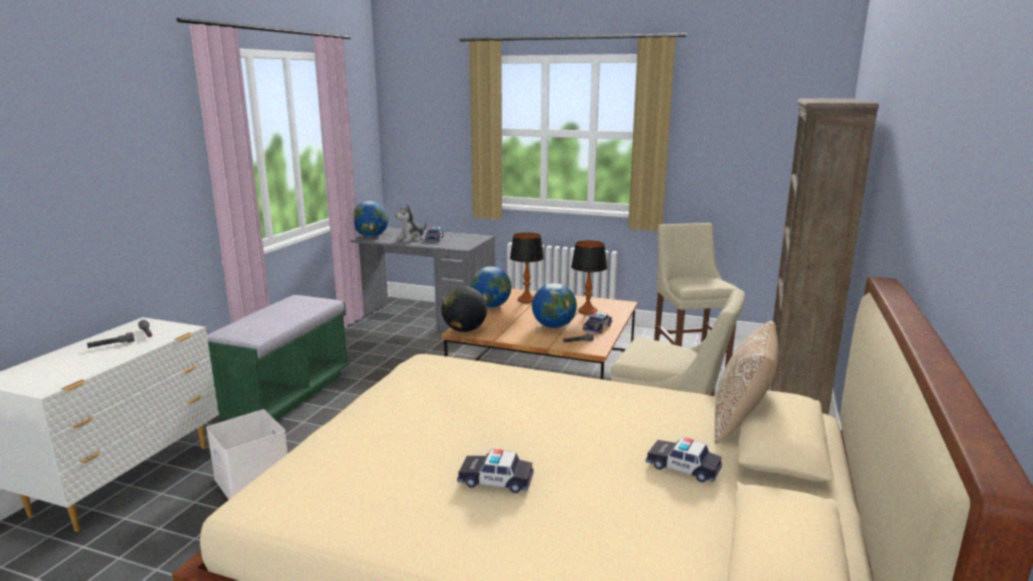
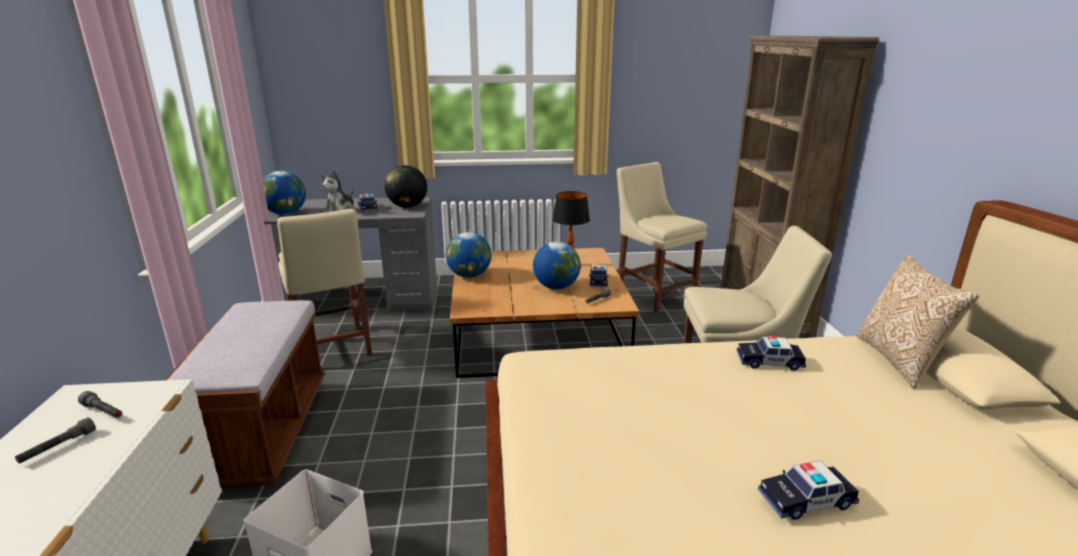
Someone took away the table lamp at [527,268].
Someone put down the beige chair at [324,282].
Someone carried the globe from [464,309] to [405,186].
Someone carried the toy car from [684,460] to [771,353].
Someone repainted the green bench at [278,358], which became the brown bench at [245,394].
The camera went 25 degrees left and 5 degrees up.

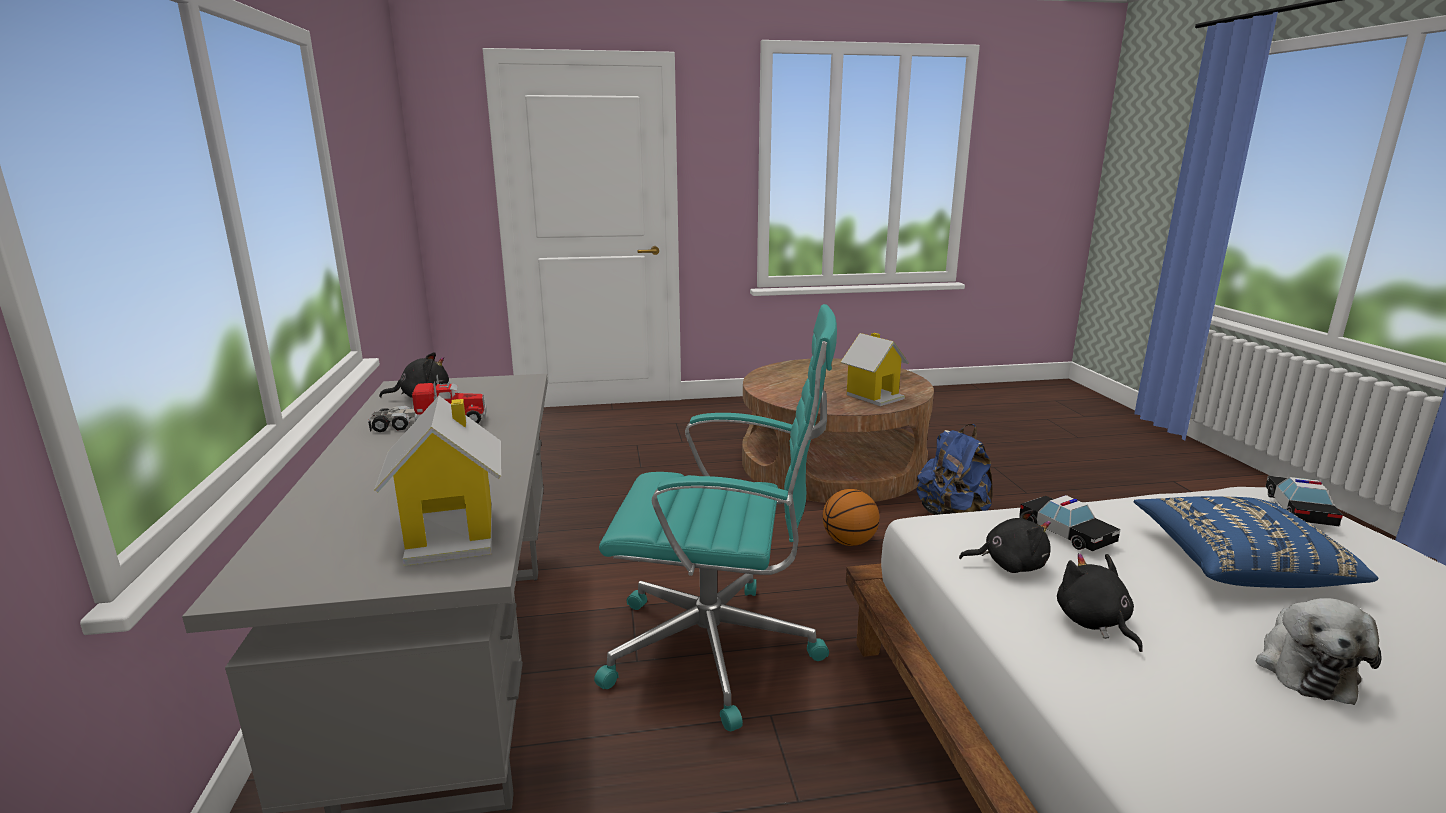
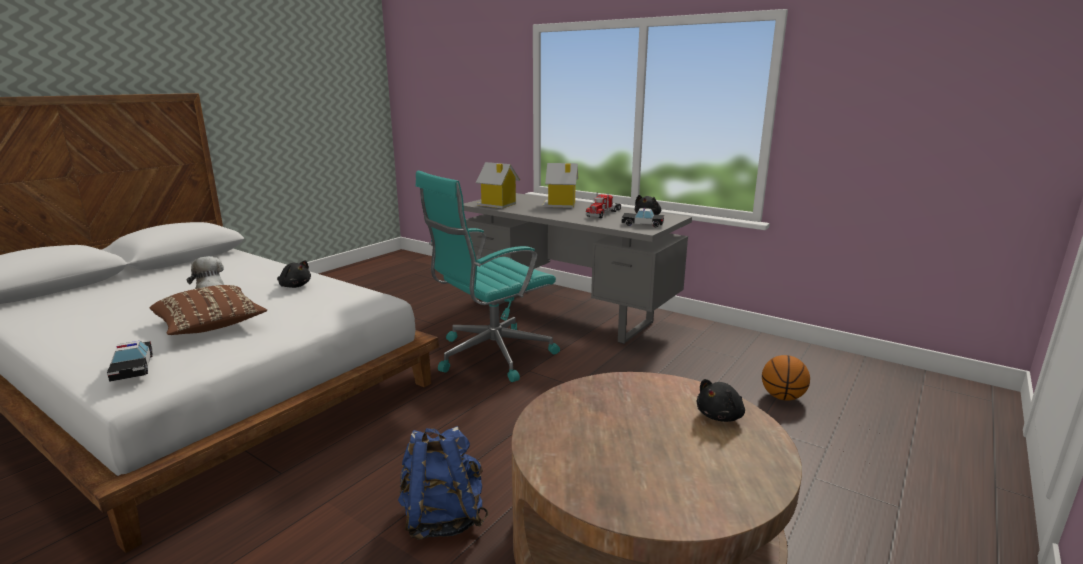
Someone carried the basketball from [851,517] to [786,378].
Someone carried the toy house from [875,369] to [560,185].
Someone carried the black plush toy from [1005,541] to [721,400].
Someone carried the toy car from [1069,523] to [643,217].
Someone repainted the blue pillow at [1256,542], which became the brown pillow at [208,310].
The camera went 135 degrees right and 0 degrees up.

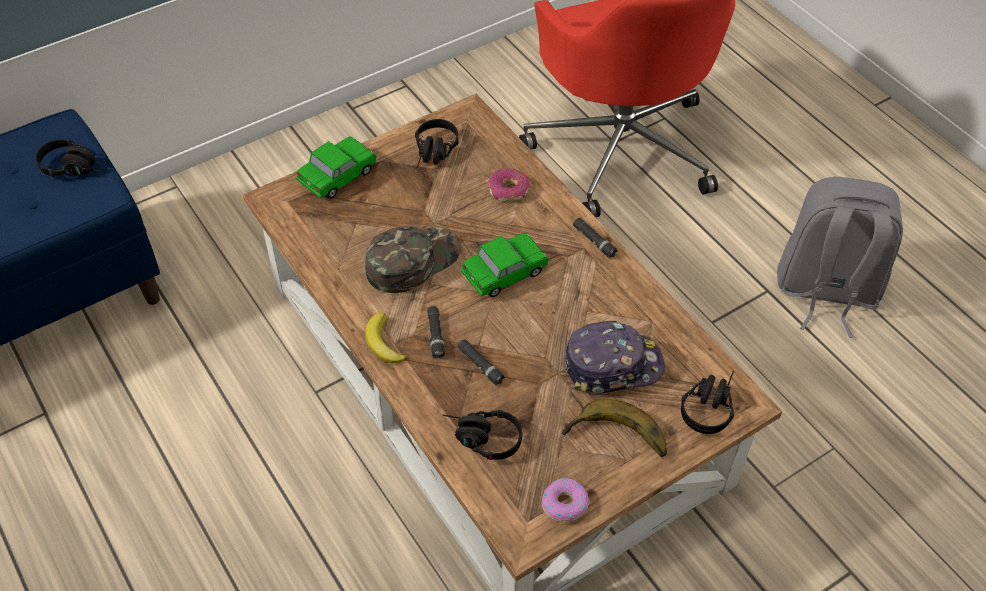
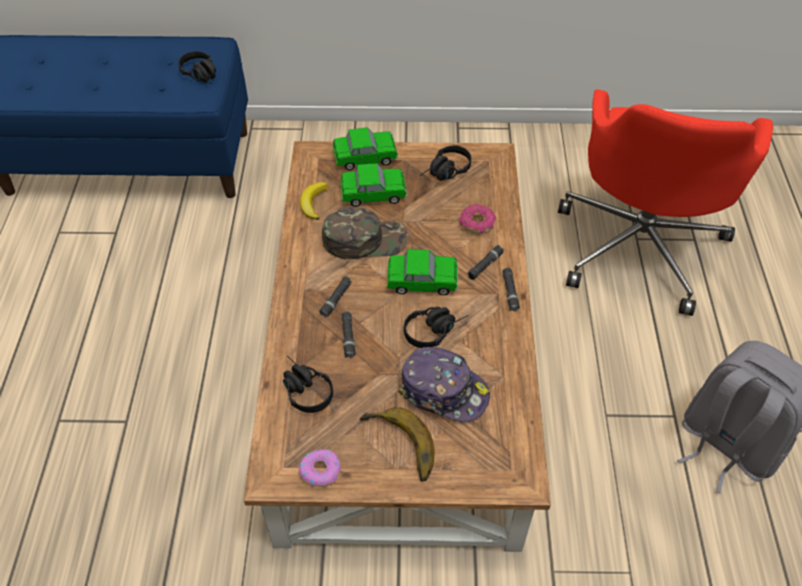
Someone put down the toy car at [373,185].
Someone put down the black flashlight at [485,262].
Someone carried the banana from [386,337] to [314,201].
Someone carried the black headphones from [707,402] to [436,327].
The camera went 35 degrees right and 0 degrees up.

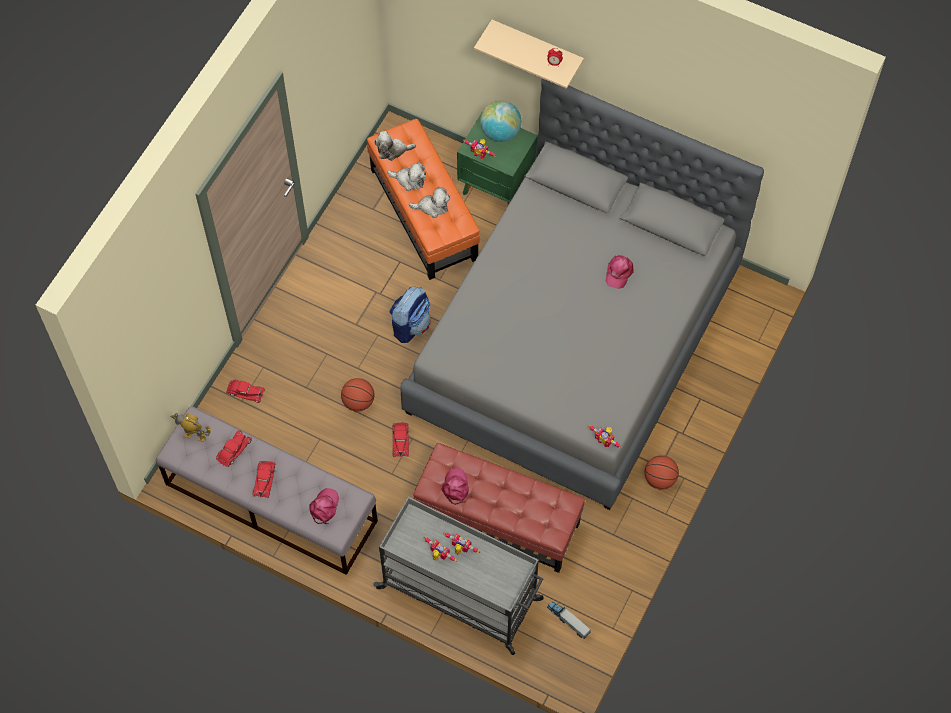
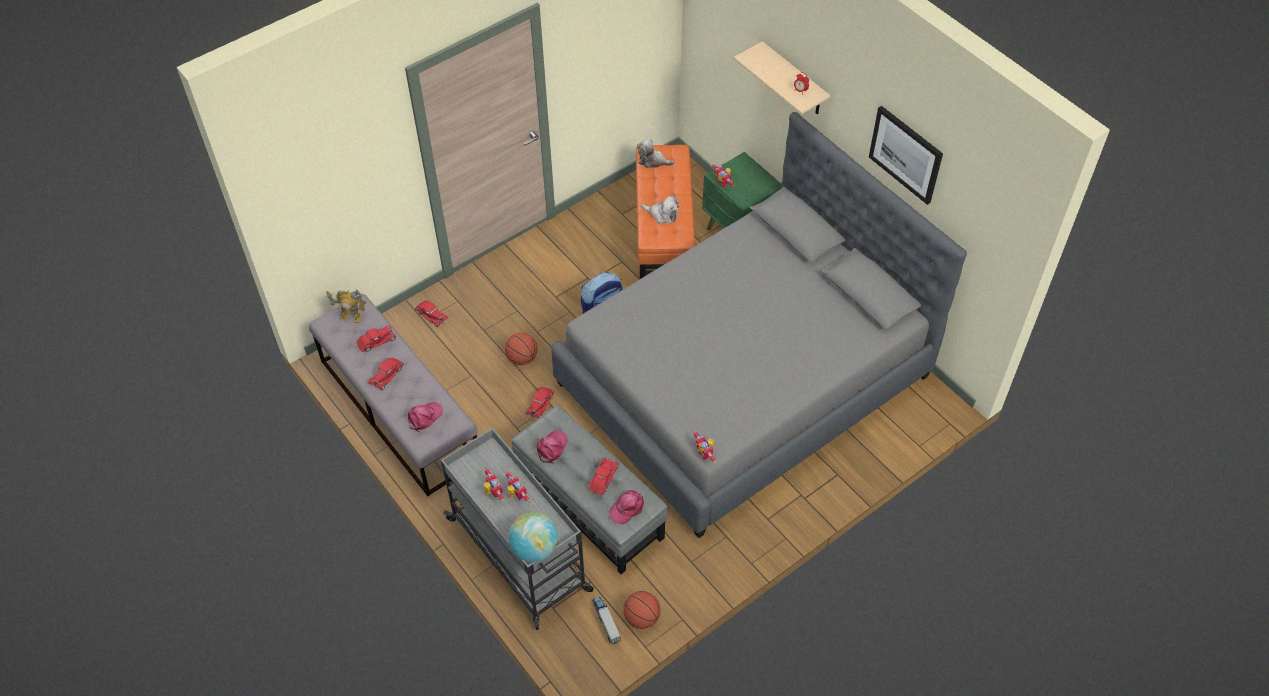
Someone took away the plush toy at [406,176].
Someone put down the red toy car at [603,476].
Someone put up the picture at [906,155].
Someone carried the globe from [500,121] to [533,537].
Someone carried the pink cap from [619,272] to [626,507].
Someone carried the basketball from [662,472] to [642,610].
Someone repainted the red ottoman at [499,508], which became the grey ottoman at [589,489].
Someone rotated the toy robot at [191,427] by 150 degrees clockwise.
The camera went 25 degrees right and 10 degrees down.

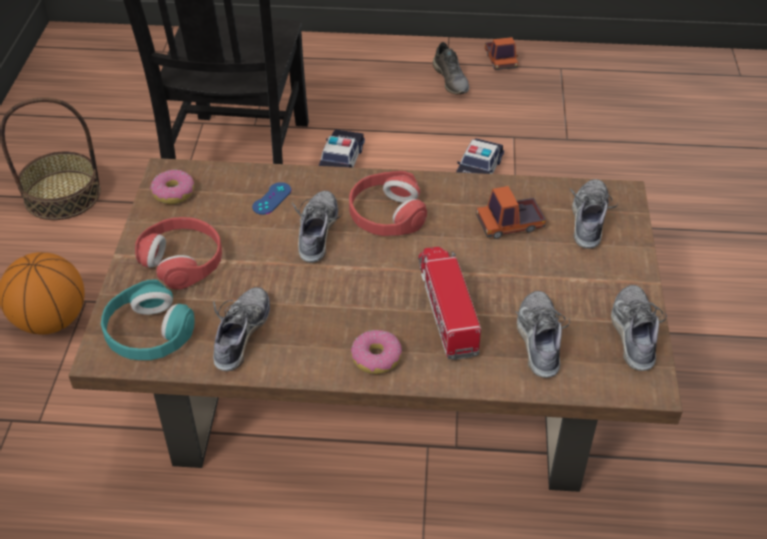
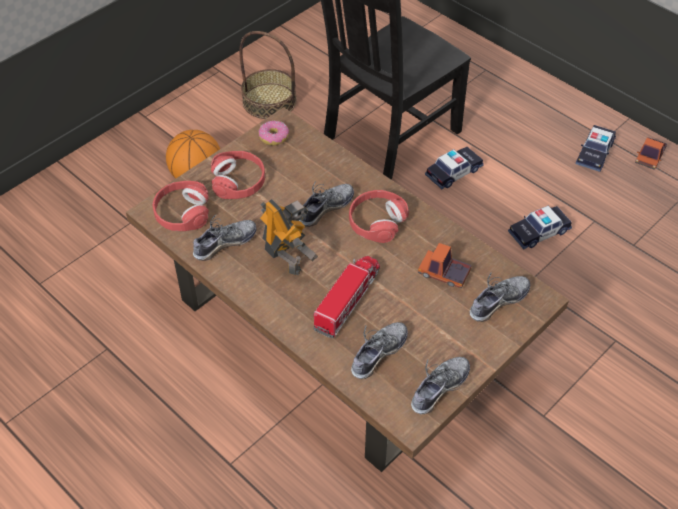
Someone took away the blue game controller at [271,198].
Someone took away the donut at [376,352].
Someone put down the toy robot at [289,237].
Someone swapped the grey shoe at [451,68] for the toy car at [596,148].
Someone repainted the turquoise headphones at [148,319], which became the red headphones at [181,206].
The camera went 40 degrees right and 5 degrees up.

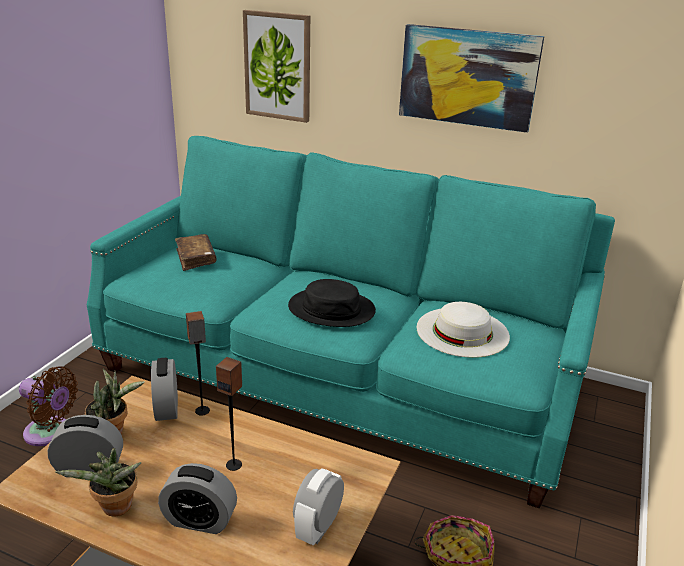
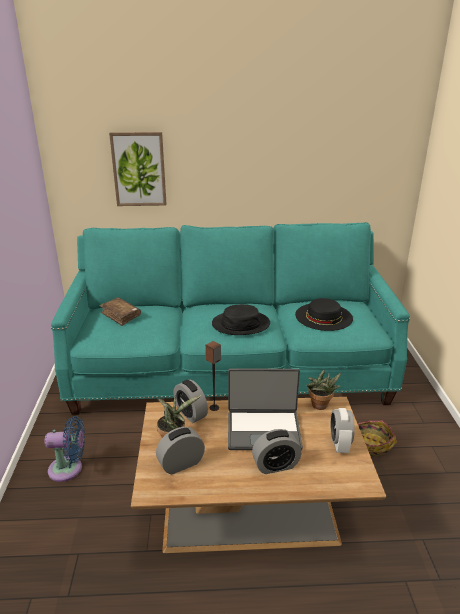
Someone took away the picture at [471,78].
Someone carried the potted plant from [98,482] to [324,390].
Someone swapped the speaker at [229,414] for the laptop at [265,409].
Someone repainted the brown fan at [48,406], which became the blue fan at [64,449].
Someone repainted the white hat at [463,330], which became the black hat at [324,314].
The camera went 25 degrees left and 0 degrees up.

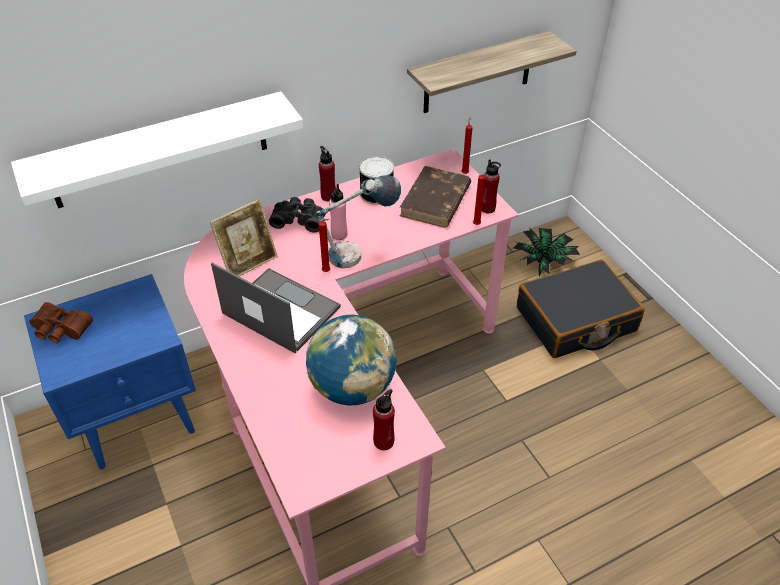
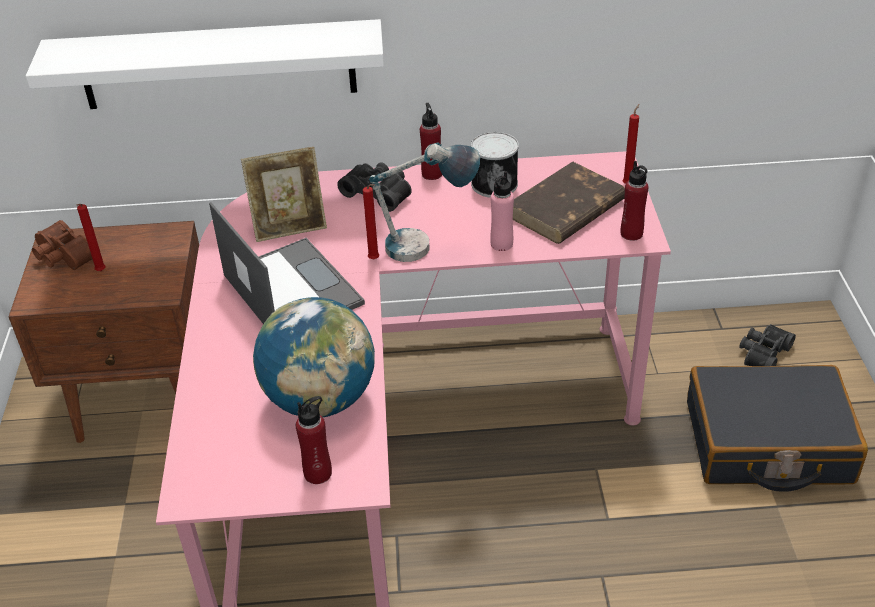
Someone took away the shelf at [492,72].
Someone carried the pink bottle from [338,212] to [502,211].
Someone carried the red candle from [479,199] to [91,237].
Someone swapped the potted plant at [546,251] for the black binoculars at [767,345].
Someone repainted the blue nightstand at [110,371], which became the brown nightstand at [104,332].
The camera went 25 degrees right and 5 degrees down.

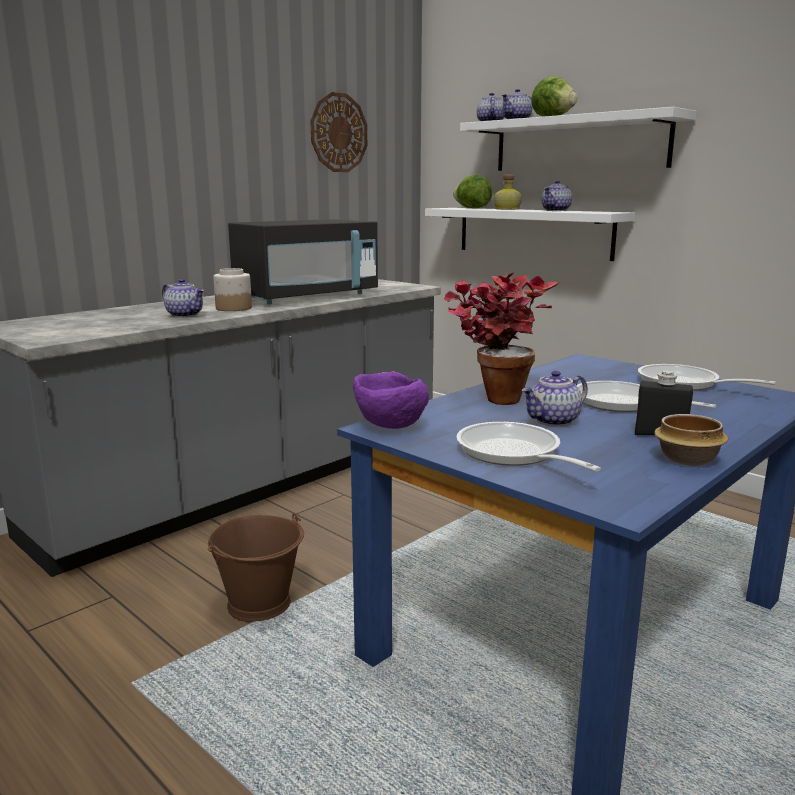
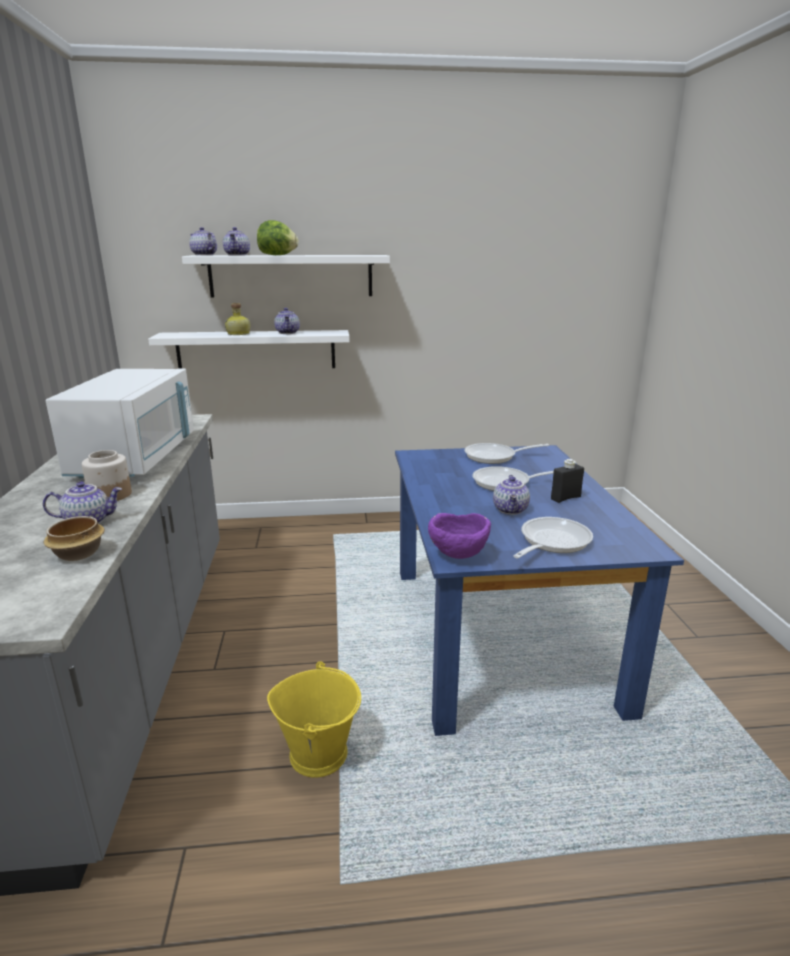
Someone took away the wall clock at [339,132].
Someone took away the potted plant at [501,338].
Someone took away the lettuce at [472,191].
Someone carried the bowl from [691,440] to [74,538].
Someone repainted the brown bucket at [256,567], which became the yellow bucket at [314,719].
Someone repainted the black microwave at [303,261], which became the white microwave at [120,424].
Someone rotated the frying pan at [528,447] by 120 degrees clockwise.
The camera went 50 degrees left and 5 degrees up.

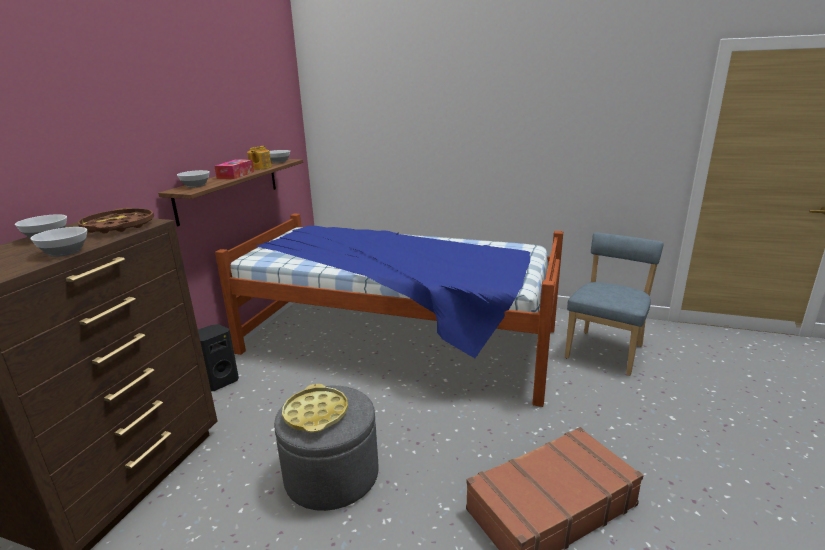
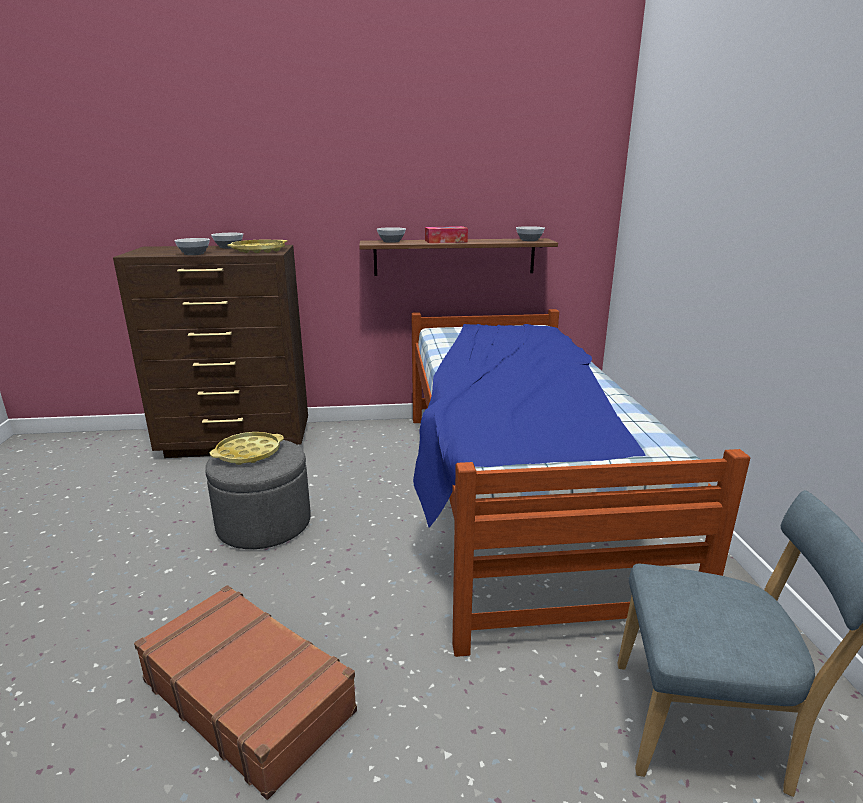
Someone took away the black speaker at [218,357].
Someone took away the teapot at [259,158].
Someone repainted the brown tray at [116,220], which became the yellow tray at [257,246].
The camera went 65 degrees right and 0 degrees up.

